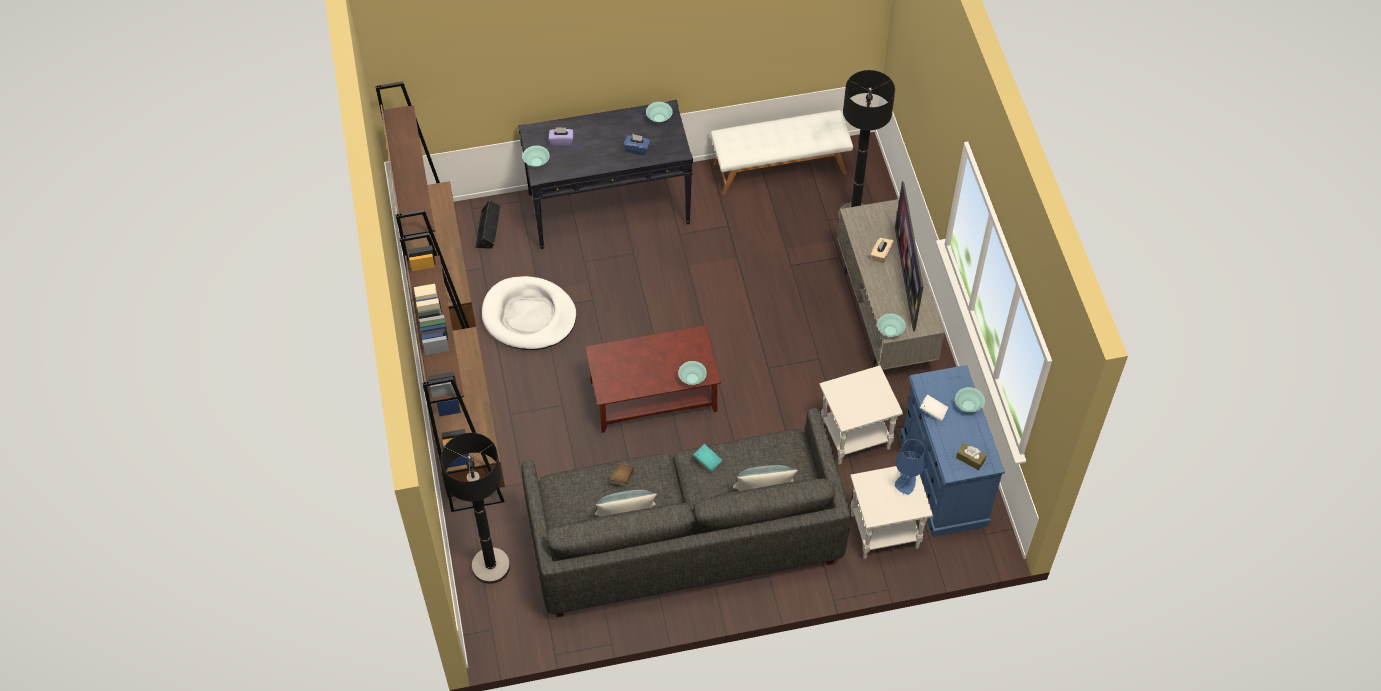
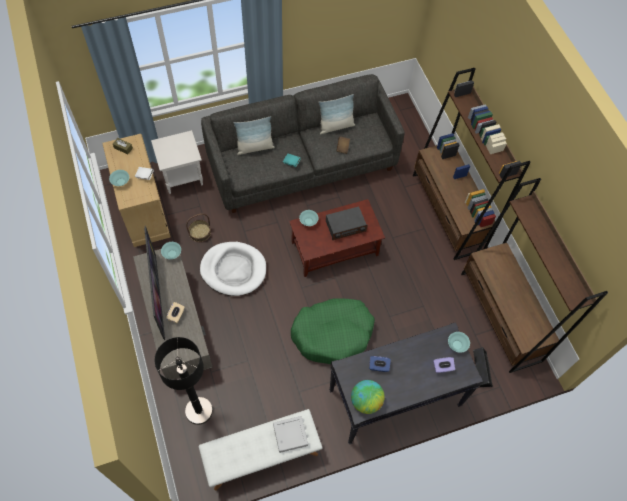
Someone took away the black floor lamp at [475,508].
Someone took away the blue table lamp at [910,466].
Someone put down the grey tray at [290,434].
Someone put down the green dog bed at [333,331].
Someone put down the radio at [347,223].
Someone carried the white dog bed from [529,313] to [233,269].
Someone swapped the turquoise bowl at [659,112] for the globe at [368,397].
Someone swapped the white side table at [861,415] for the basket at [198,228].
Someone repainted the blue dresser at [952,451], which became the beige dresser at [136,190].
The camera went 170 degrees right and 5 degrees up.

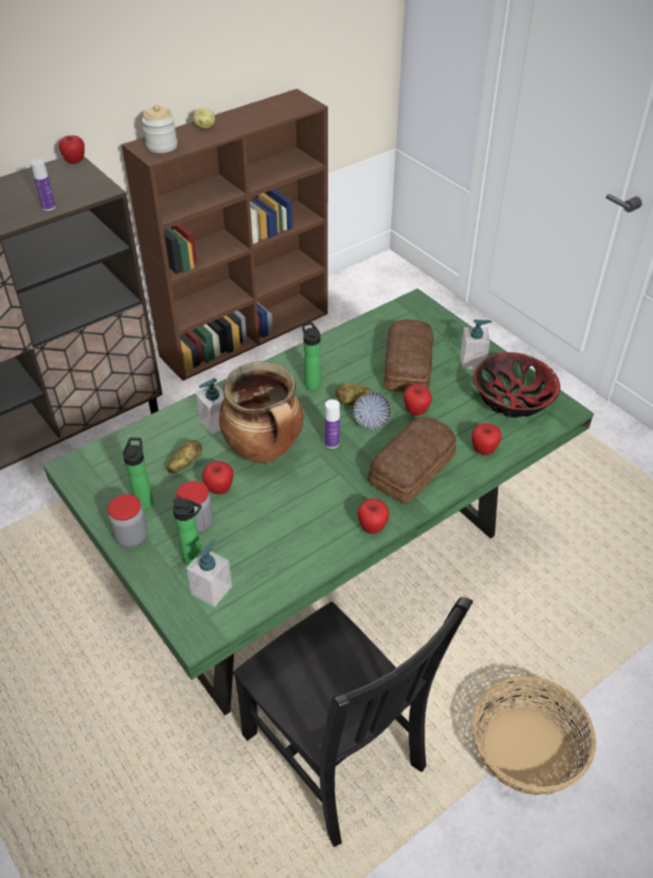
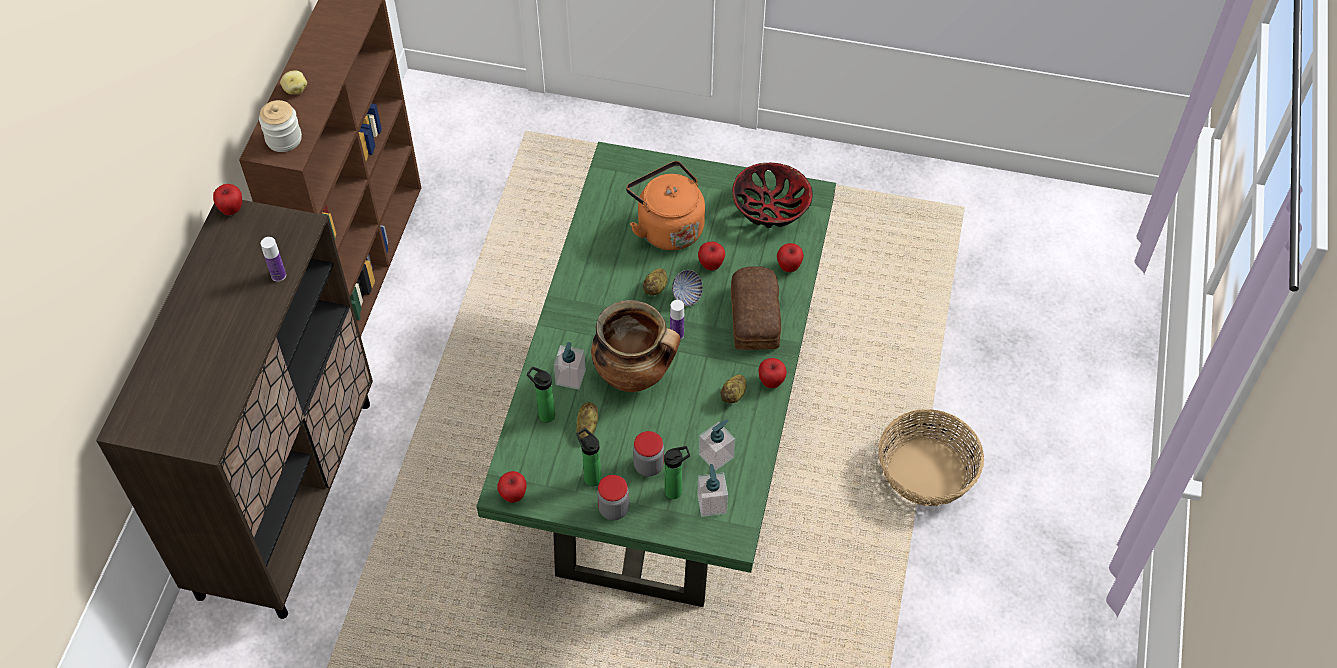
Someone took away the black chair at [353,722].
Someone put down the potato at [733,388].
Someone carried the apple from [218,477] to [511,487].
Someone carried the bottle from [311,356] to [541,394].
Someone carried the soap dispenser from [476,344] to [717,445].
Someone swapped the bread at [409,356] for the orange kettle at [665,205].
The camera went 40 degrees left and 10 degrees up.

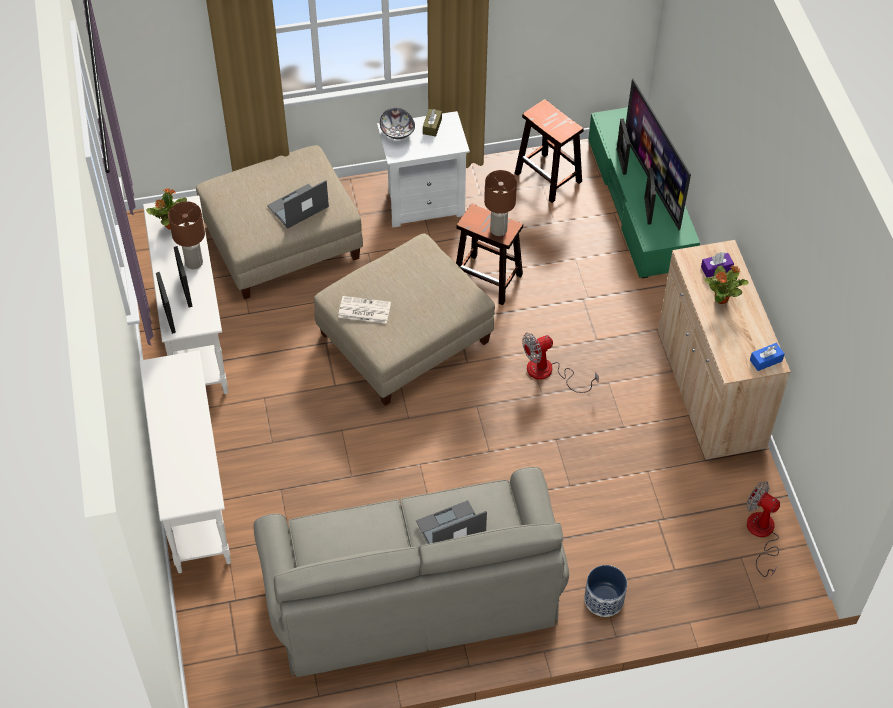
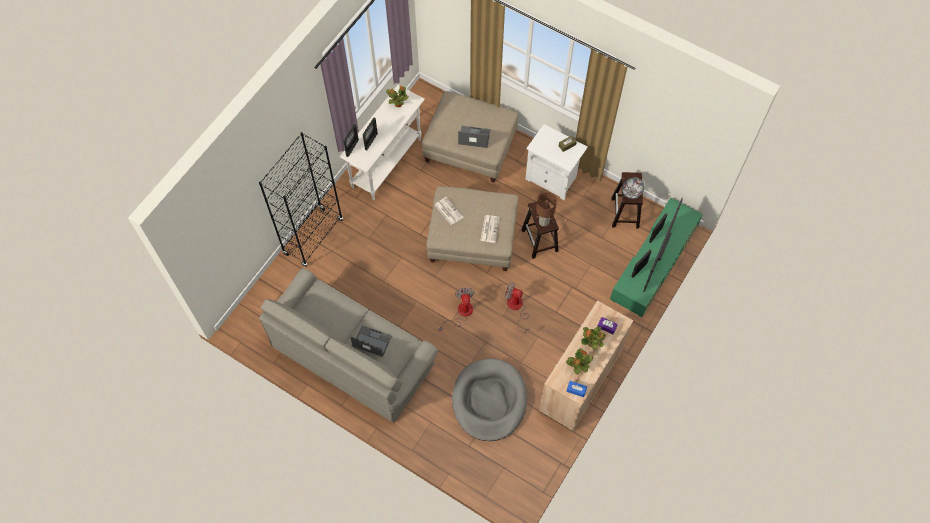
Someone took away the brown table lamp at [186,235].
Someone took away the planter at [605,591].
Someone put down the grey dog bed at [489,399].
Someone put down the newspaper at [490,229].
Someone put down the potted plant at [579,361].
Someone carried the bowl from [397,123] to [632,188].
Someone carried the fan from [763,529] to [457,309].
Someone swapped the white console table at [185,462] for the black bookcase at [301,199].
The camera went 45 degrees right and 10 degrees up.

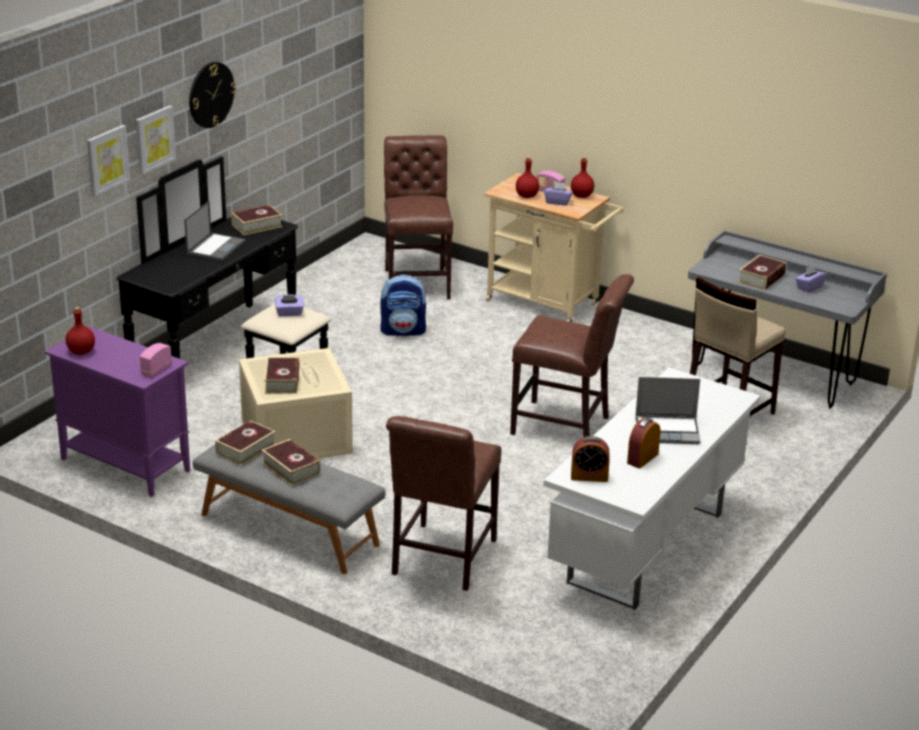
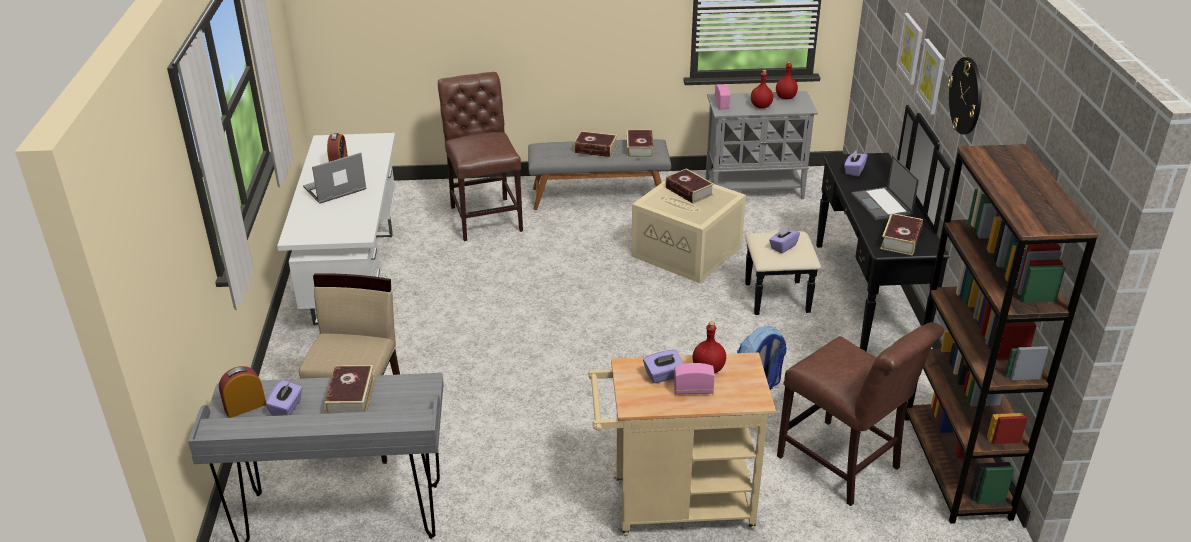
Someone took away the brown chair at [572,355].
Someone put down the purple tissue box at [856,163].
Someone put down the brown bookcase at [1002,334].
Someone carried the red bottle from [582,177] to [762,89].
Someone carried the alarm clock from [590,459] to [242,392].
Someone repainted the purple cabinet at [117,412], which became the grey cabinet at [762,145].
The camera went 145 degrees right and 5 degrees up.

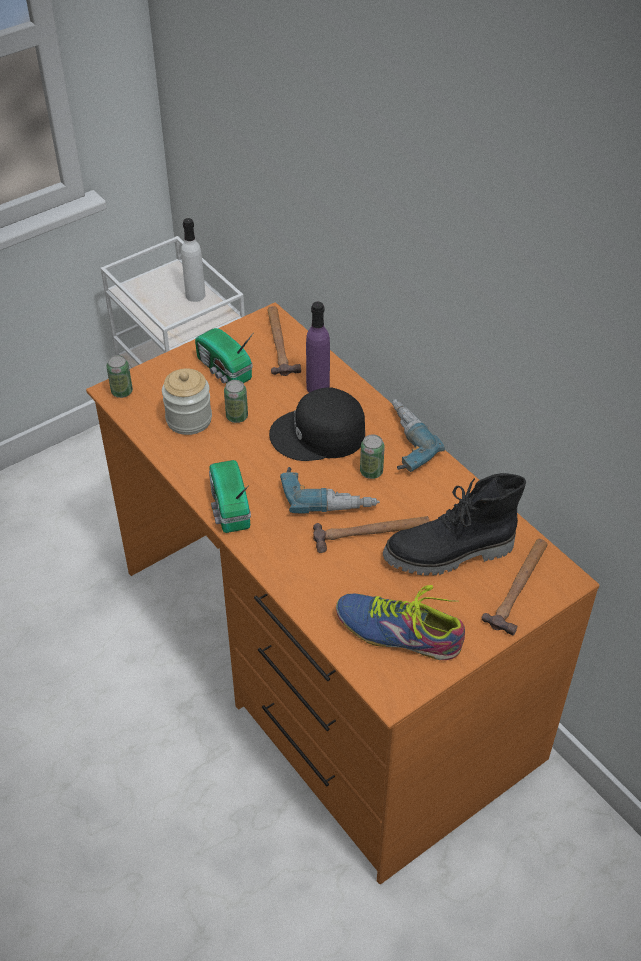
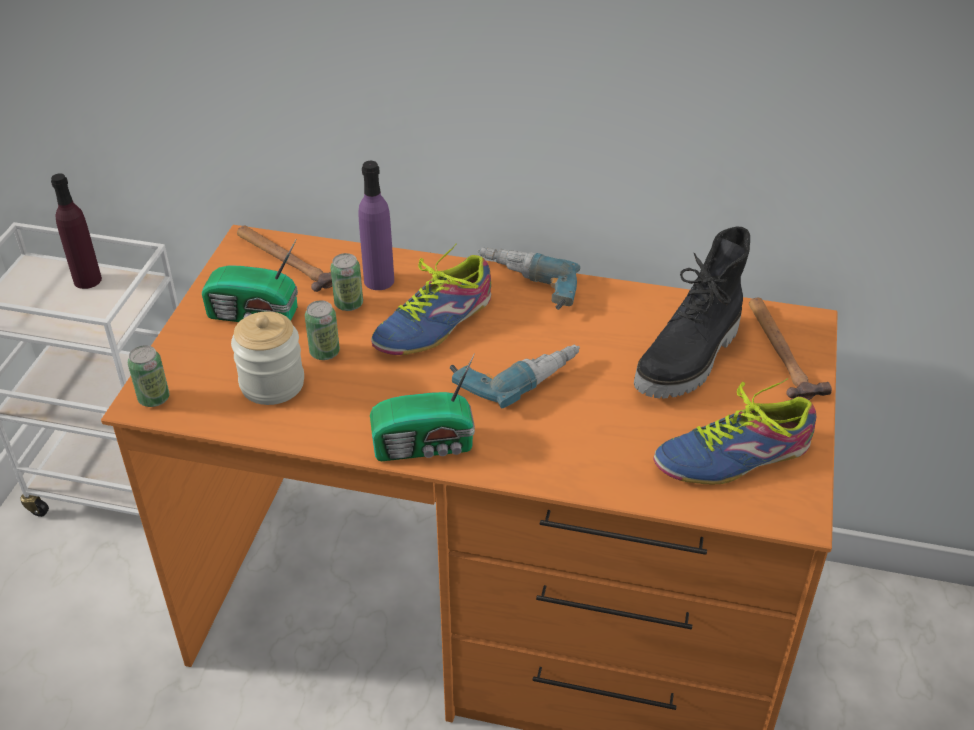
Someone took away the hammer at [371,534].
Someone carried the can from [372,456] to [346,282].
Someone swapped the black cap at [317,424] for the shoe at [431,299].
Someone repainted the white bottle at [193,260], which became the purple bottle at [76,231].
Someone rotated the radio at [230,496] by 45 degrees counterclockwise.
The camera went 40 degrees left and 5 degrees down.

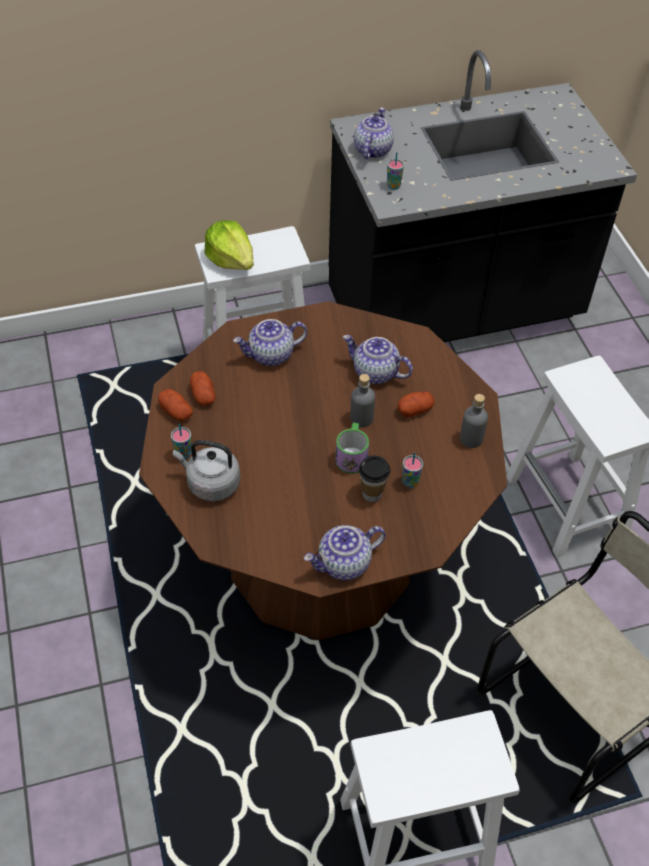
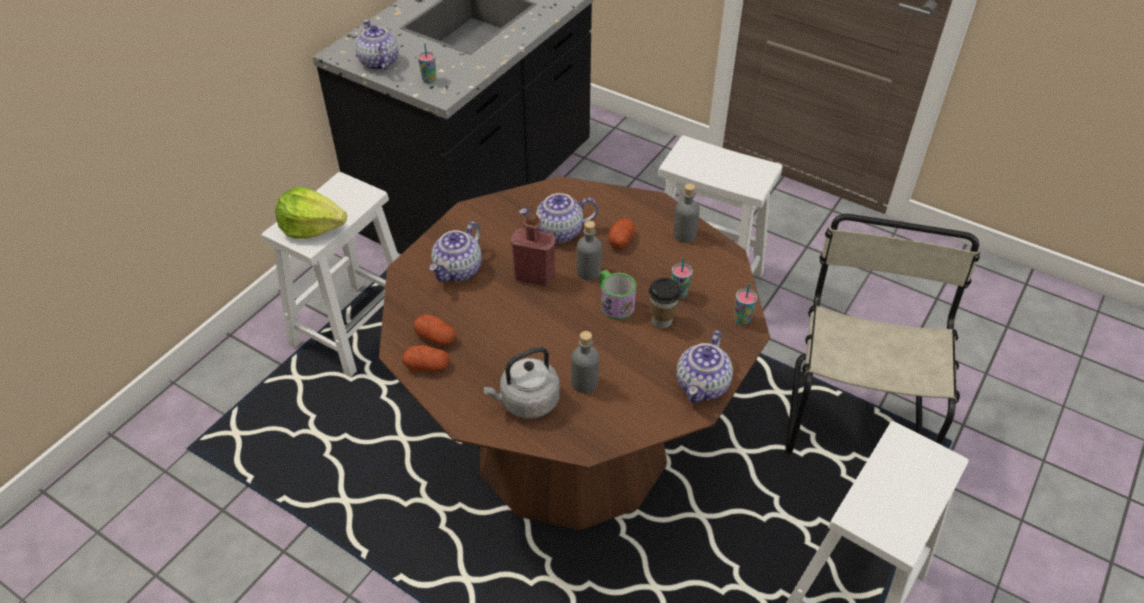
Someone put down the red bottle at [533,249].
Someone put down the grey bottle at [585,362].
Someone carried the cup from [181,442] to [745,304].
The camera went 40 degrees left and 5 degrees down.

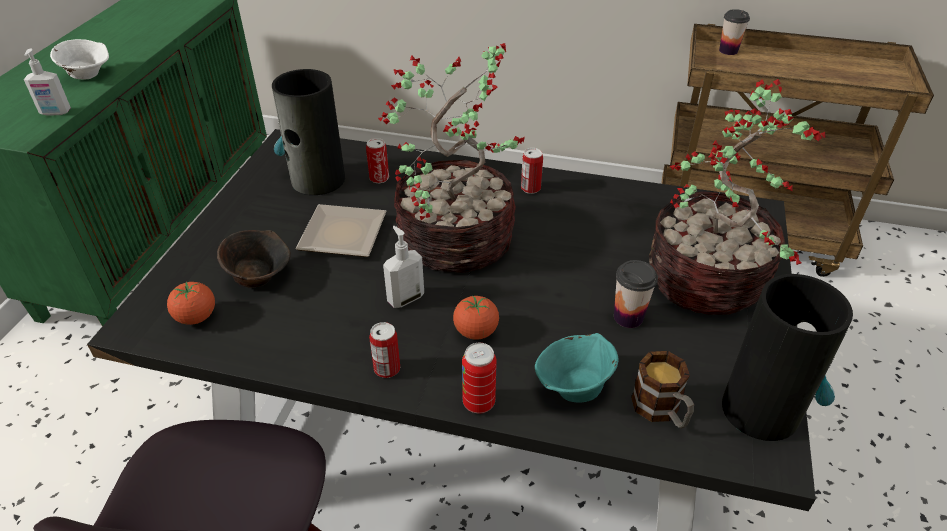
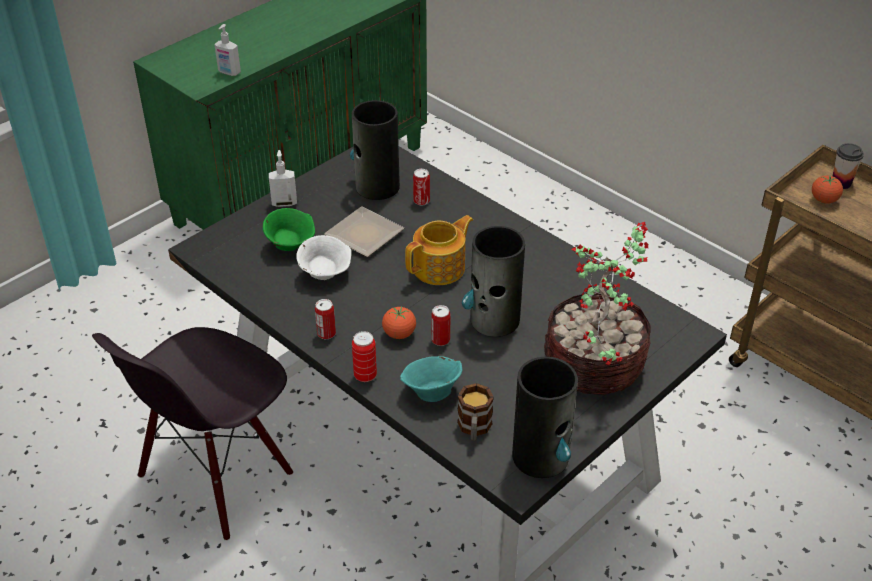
Someone took away the cup at [636,294].
Someone put down the vase at [493,281].
Someone carried the white bowl from [79,59] to [323,257].
Someone carried the tomato from [191,303] to [827,189].
Someone carried the soap dispenser from [403,267] to [283,178].
Someone carried the can from [532,171] to [440,325].
Someone swapped the potted plant at [451,158] for the teapot at [439,250].
Someone repainted the brown bowl at [254,259], which became the green bowl at [289,229].
The camera went 30 degrees right and 0 degrees up.

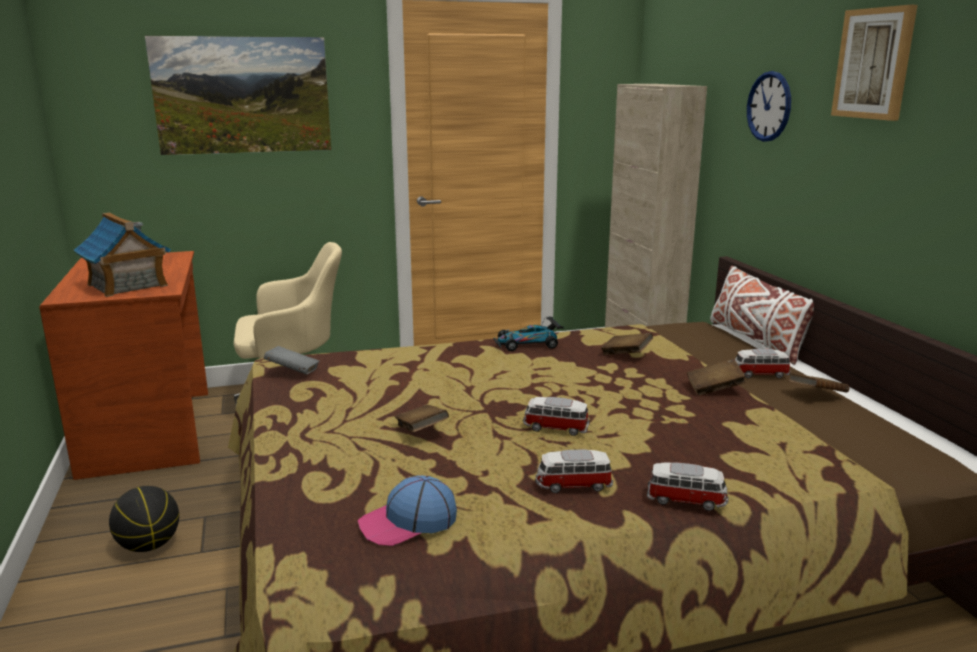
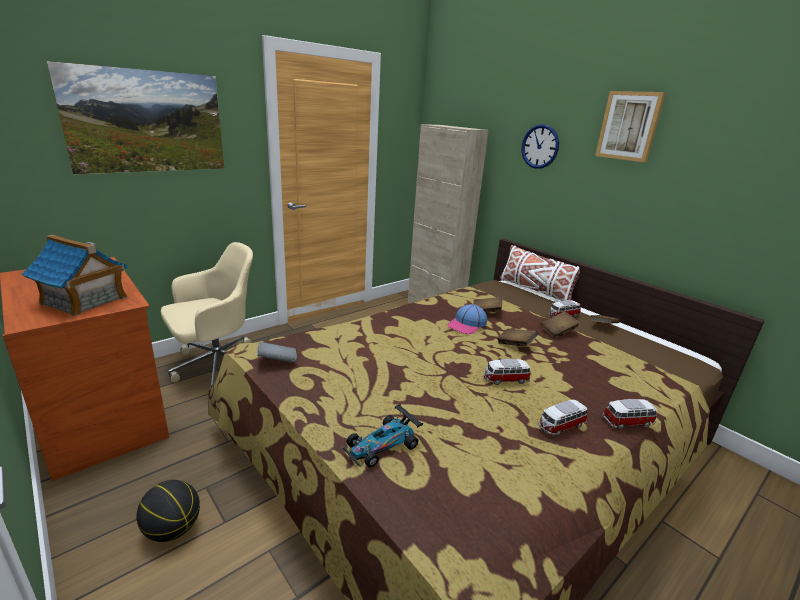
Someone carried the cap from [407,510] to [467,319].
Someone carried the brown book from [422,419] to [517,338].
Someone carried the toy car from [528,333] to [383,436].
The camera went 25 degrees left and 5 degrees up.

